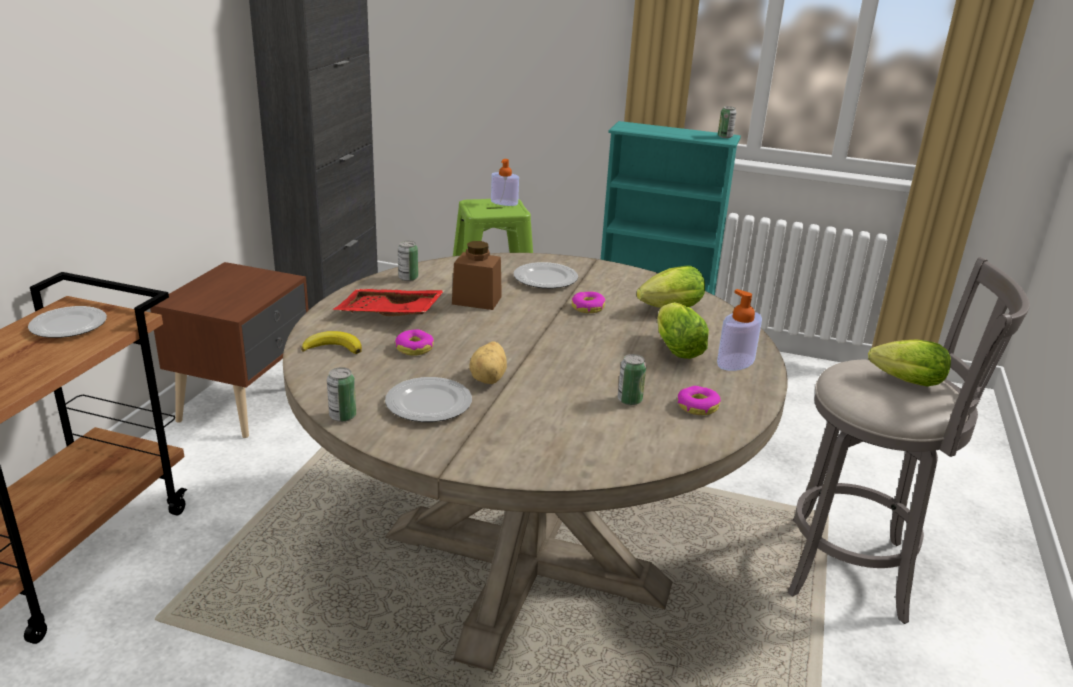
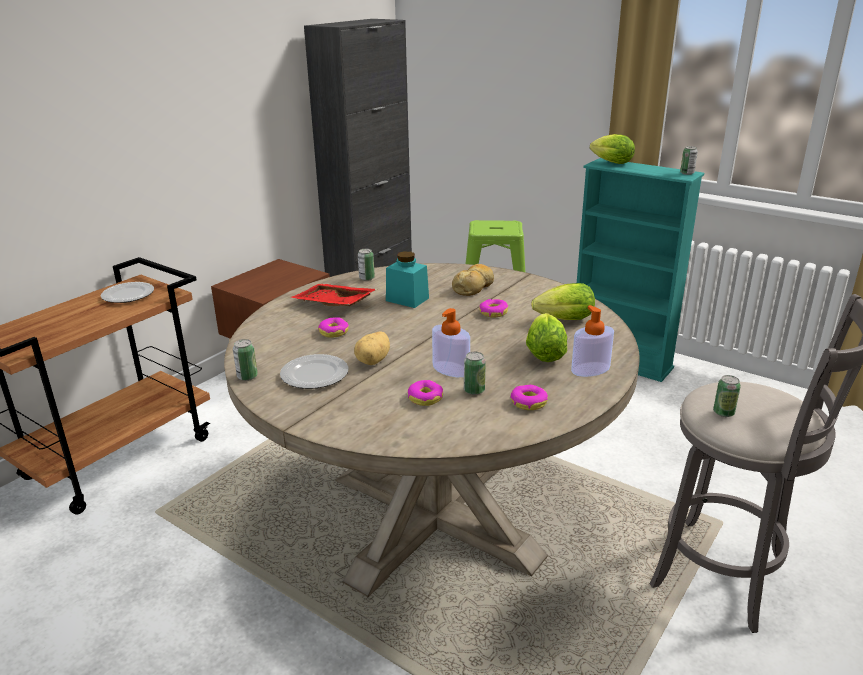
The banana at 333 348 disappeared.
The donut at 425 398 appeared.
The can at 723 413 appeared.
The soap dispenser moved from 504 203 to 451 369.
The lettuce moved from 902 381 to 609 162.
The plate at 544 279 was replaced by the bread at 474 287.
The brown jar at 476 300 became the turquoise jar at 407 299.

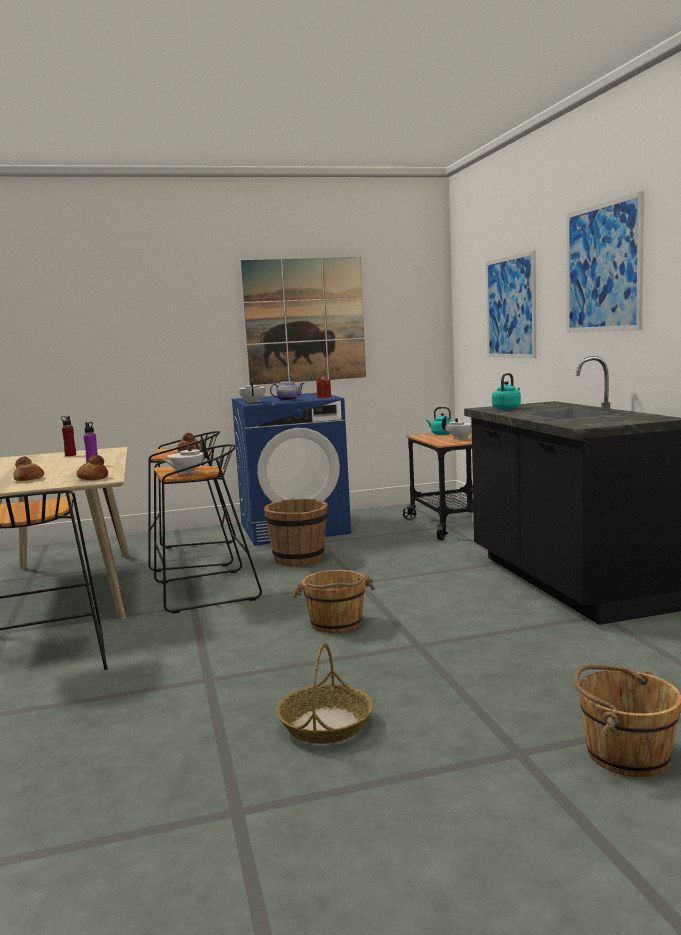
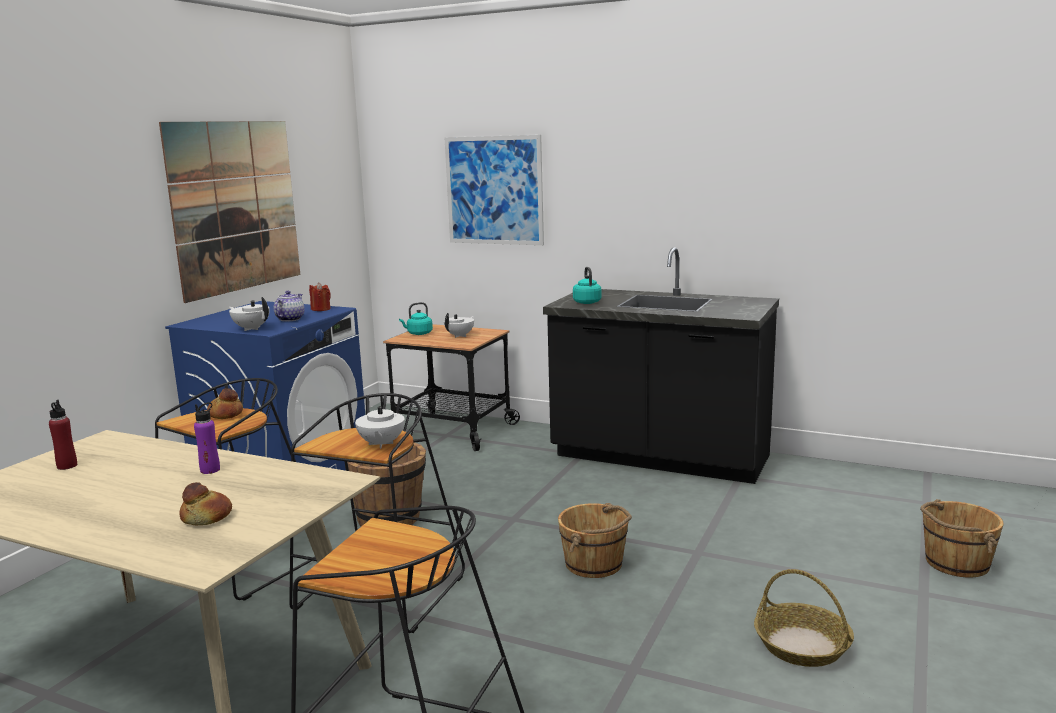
The bread at 93 478 disappeared.
The picture at 603 268 disappeared.

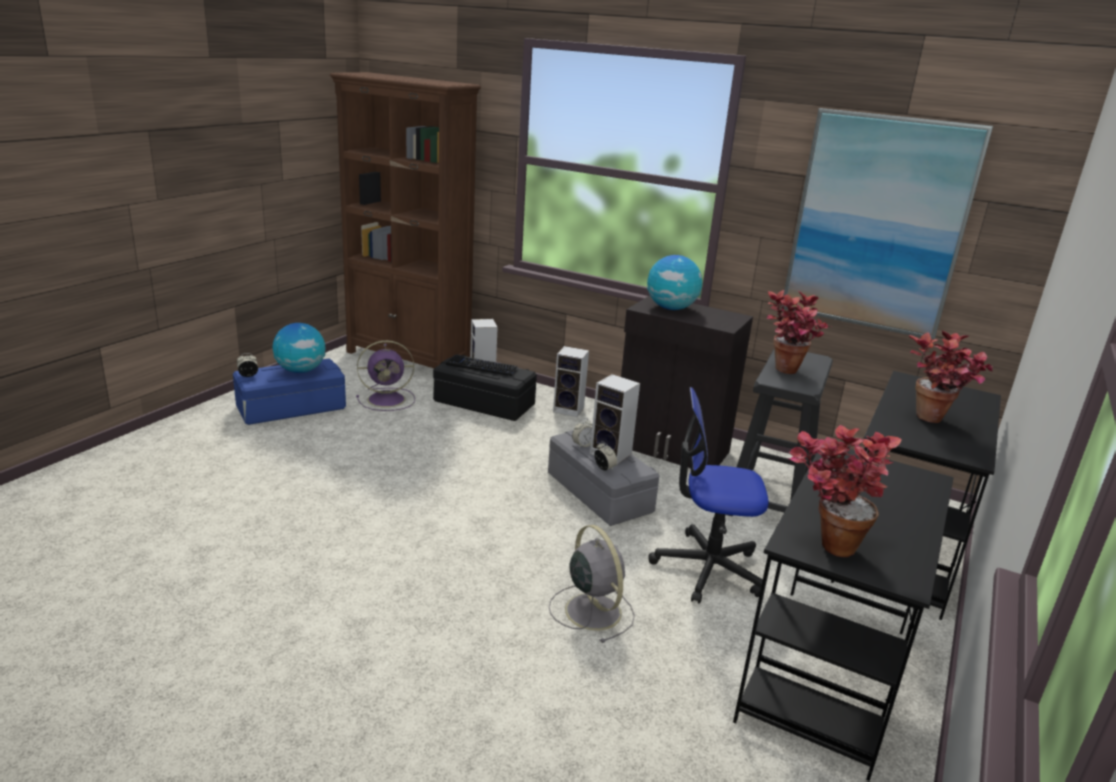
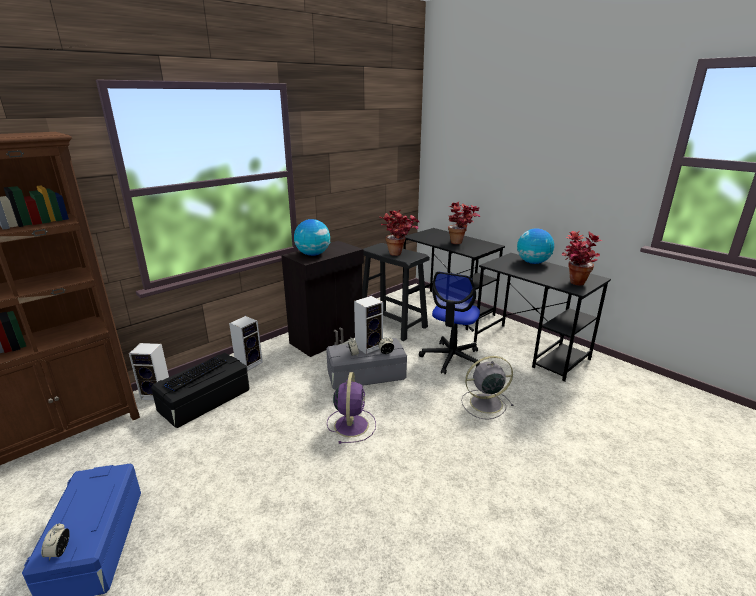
The picture at 878 224 disappeared.
The globe moved from 300 371 to 532 262.
The purple fan moved from 388 399 to 351 424.

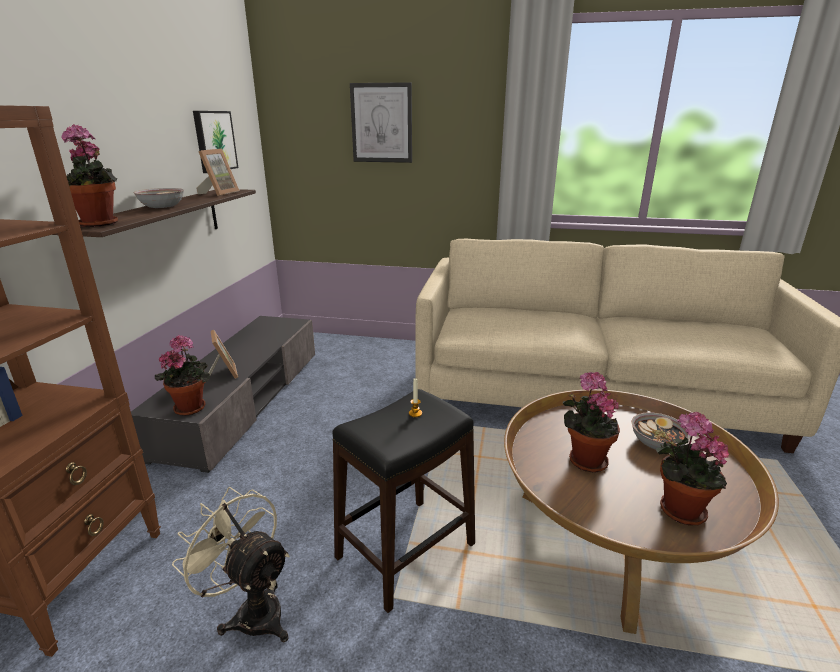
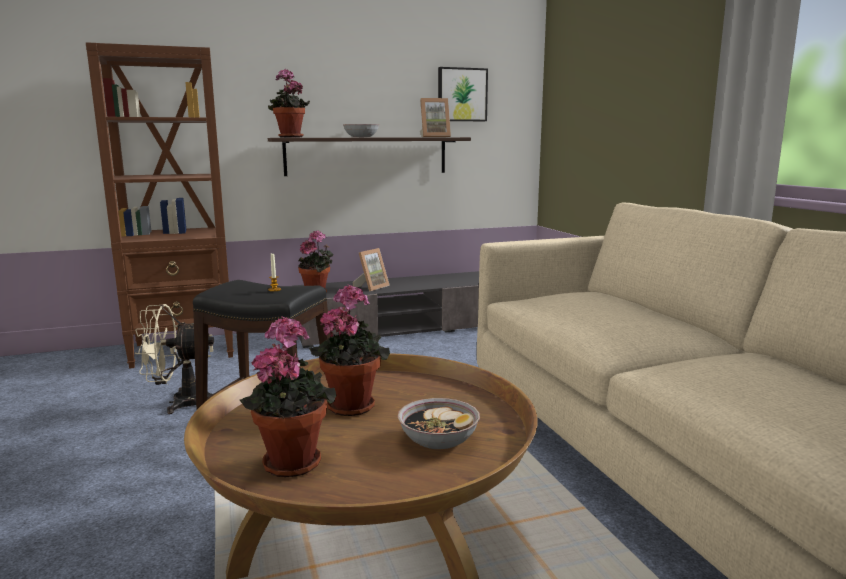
The picture at 381 123 disappeared.
The beige fan at 252 611 turned 105 degrees counterclockwise.

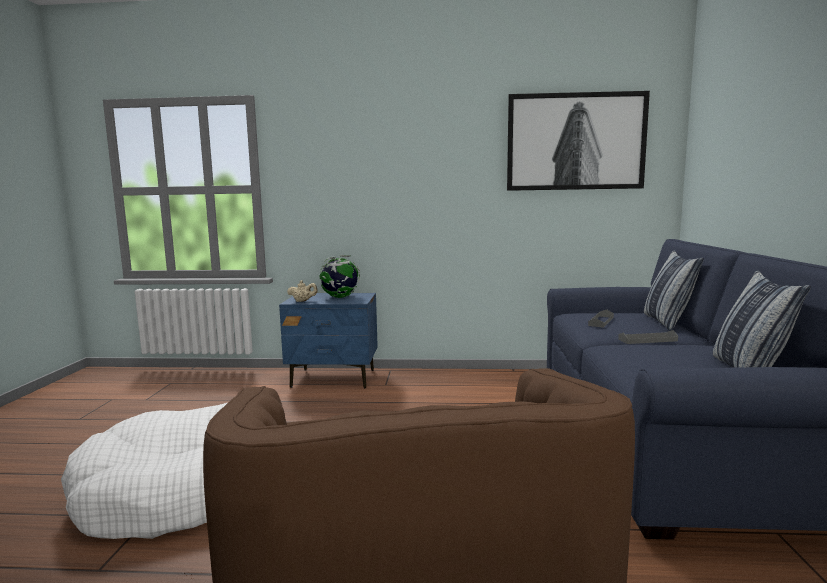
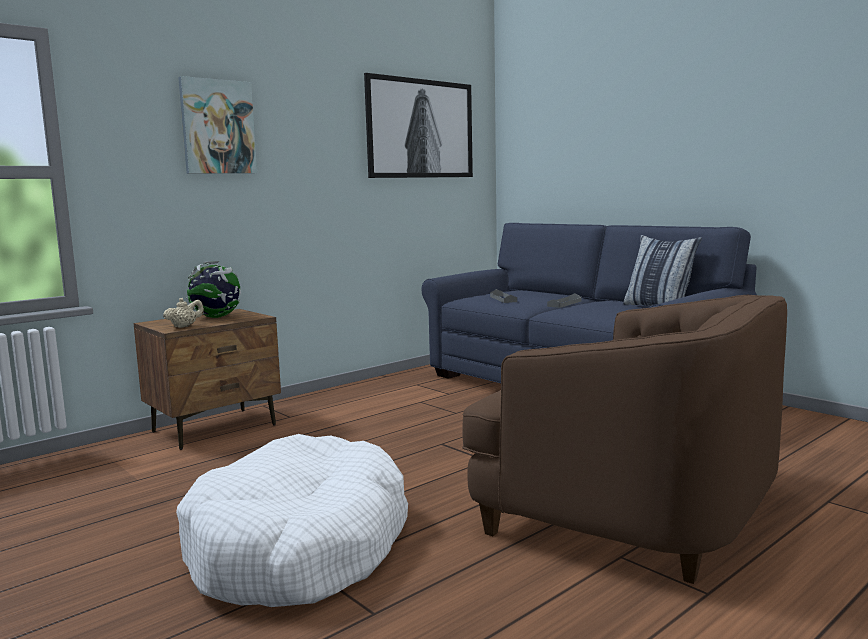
The pillow at 667 322 disappeared.
The picture at 218 127 appeared.
The blue nightstand at 334 378 became the brown nightstand at 215 428.

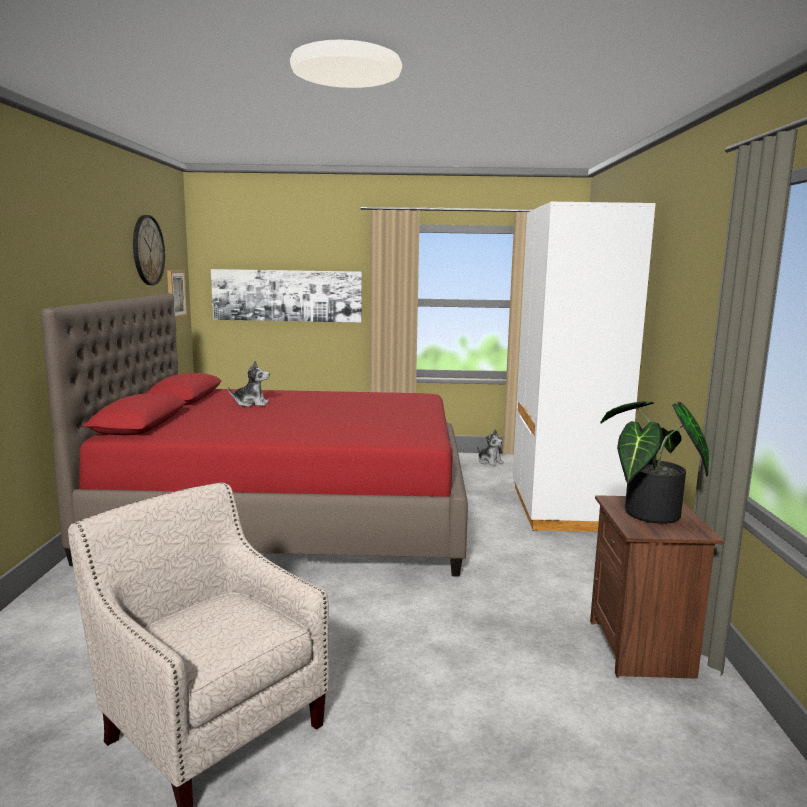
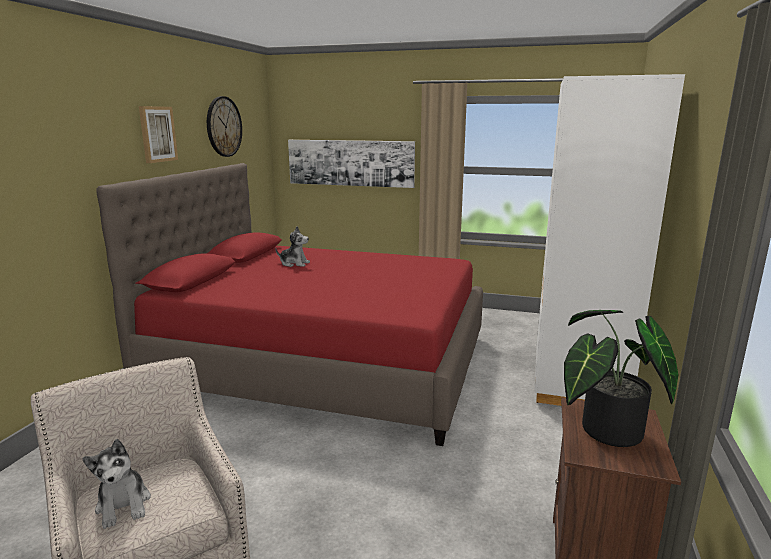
The picture moved from 175 294 to 157 134.
The plush toy moved from 489 462 to 124 505.

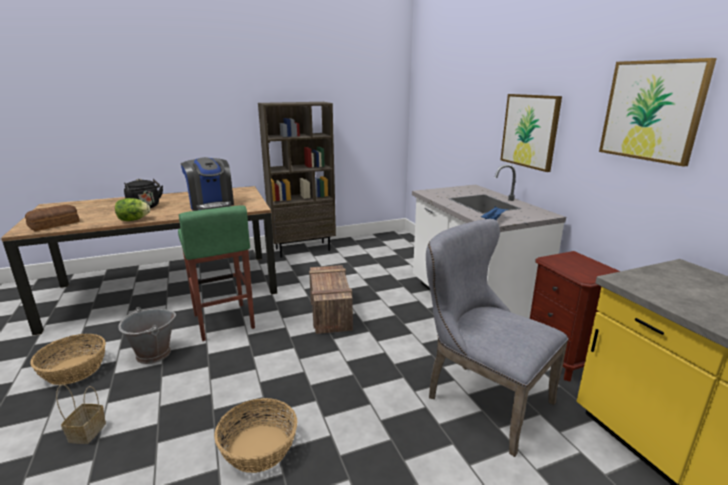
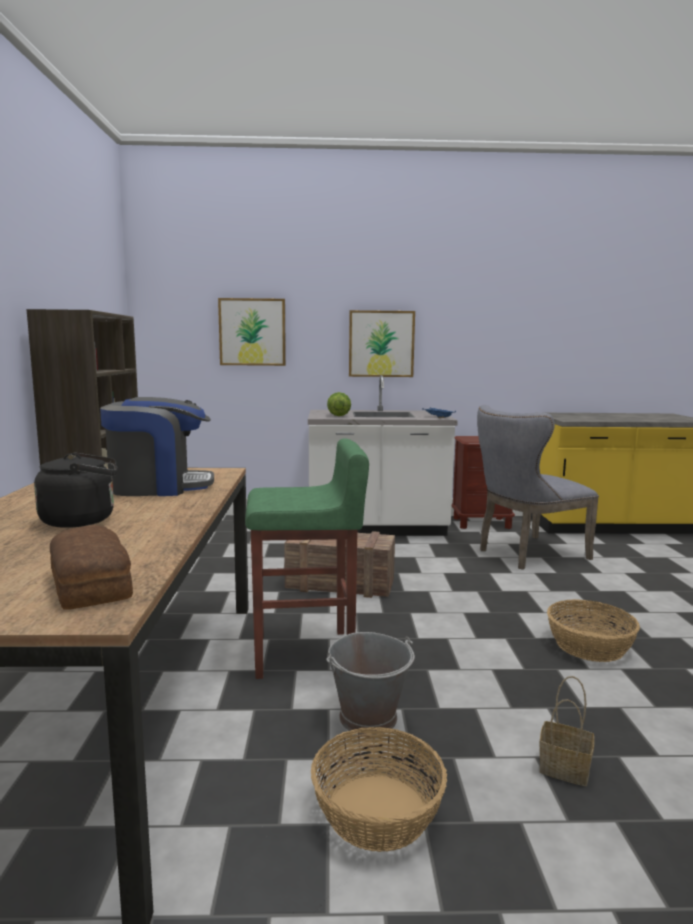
The lettuce moved from 133 220 to 339 415.
The picture moved from 652 111 to 252 332.

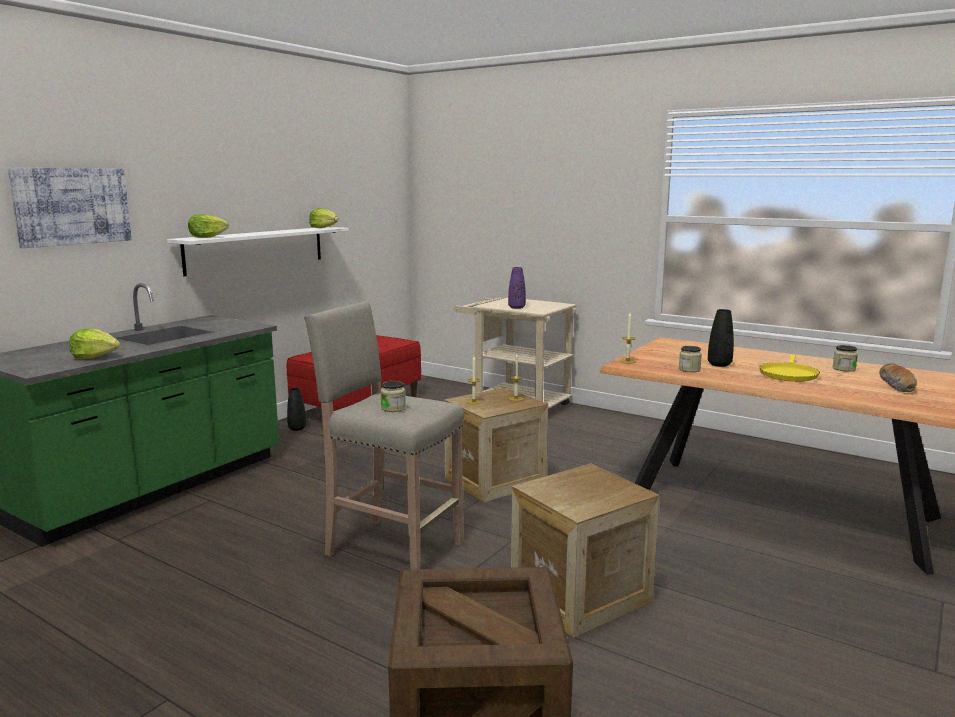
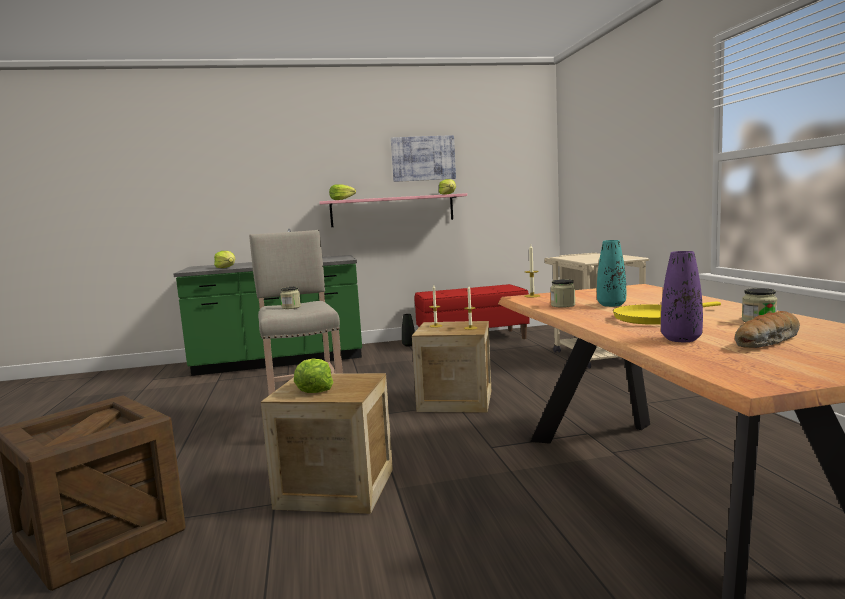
The lettuce at 314 389 appeared.
The picture moved from 72 206 to 423 158.
The purple vase moved from 516 307 to 681 339.
The white shelf at 256 249 became the pink shelf at 392 210.
The black vase at 719 364 became the turquoise vase at 611 305.

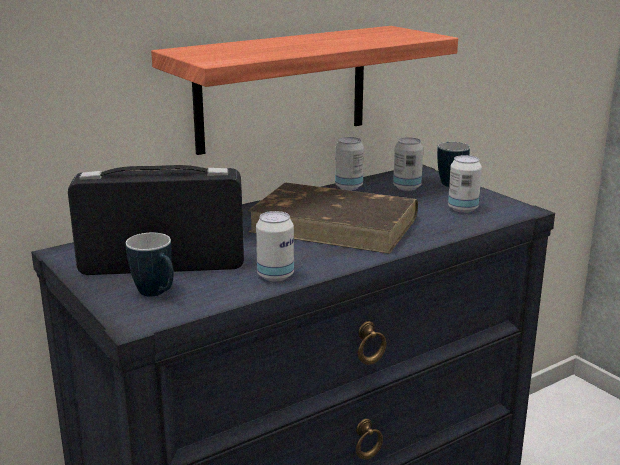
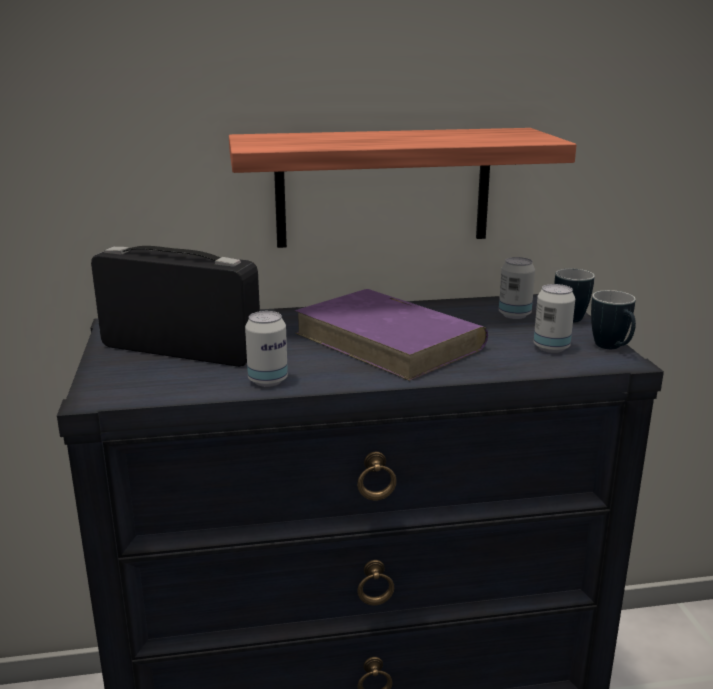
The can at 348 187 disappeared.
The mug moved from 157 294 to 612 348.
The brown book at 336 224 became the purple book at 390 341.

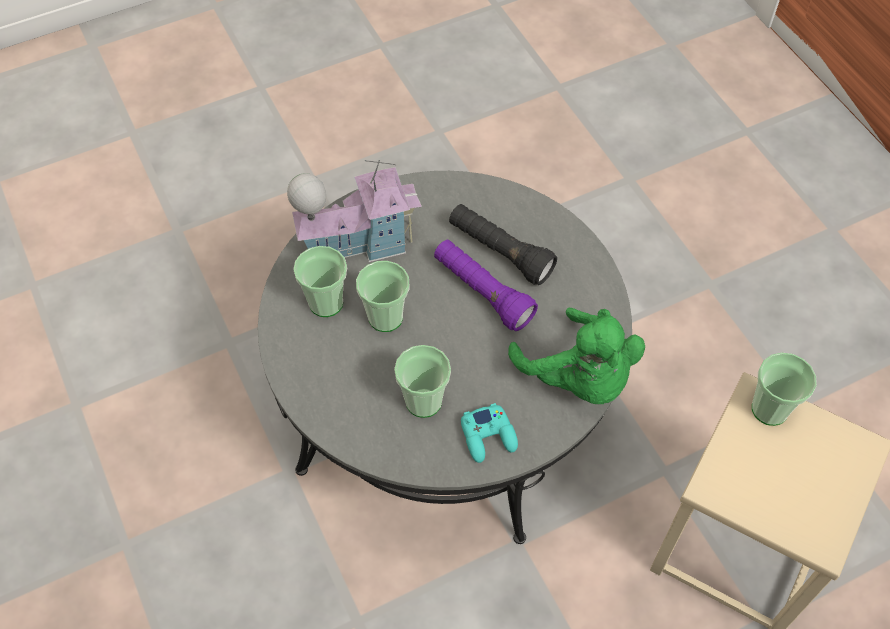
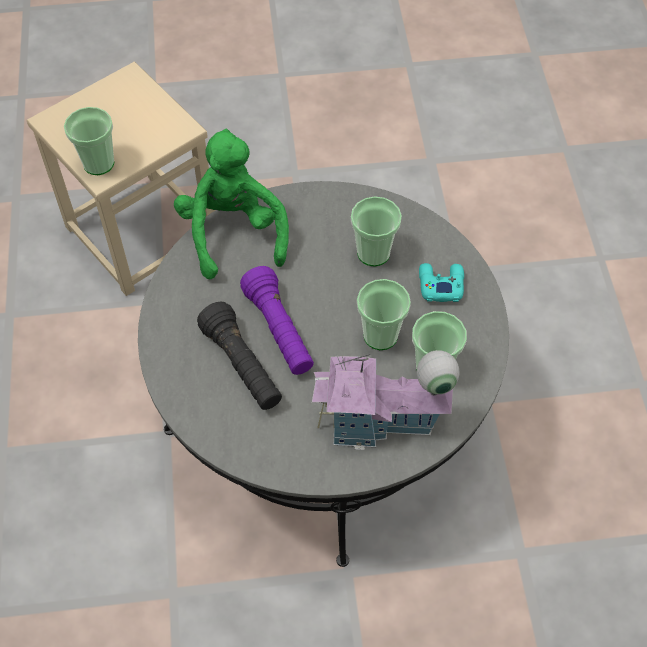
The turquoise game controller moved from 488 436 to 440 284.

